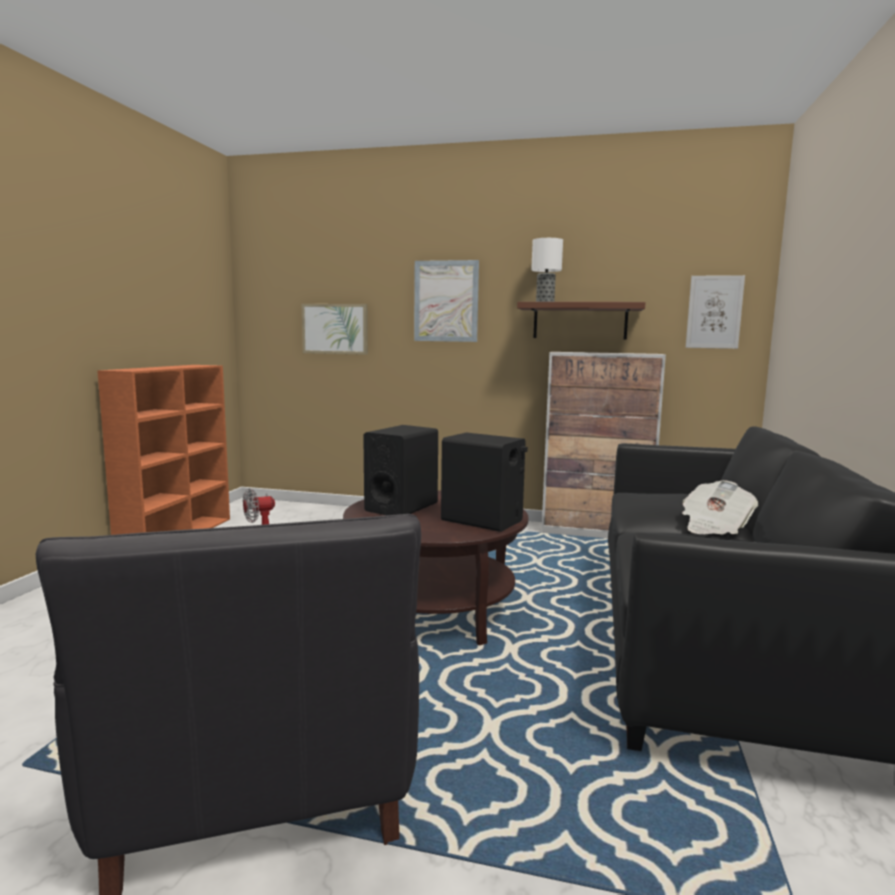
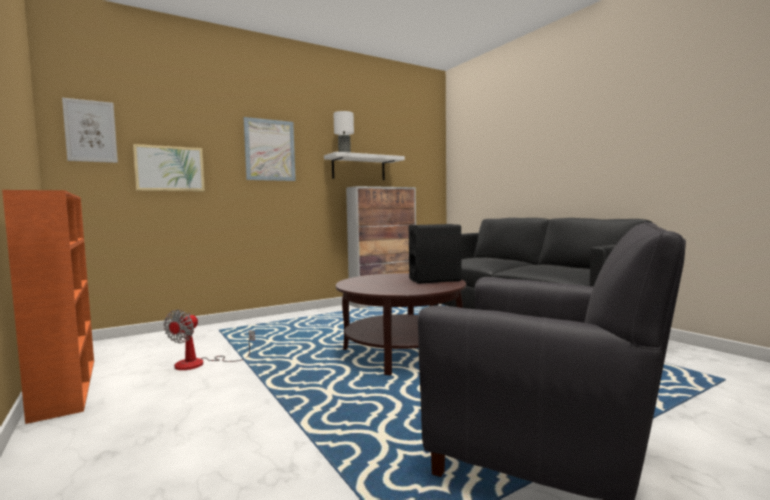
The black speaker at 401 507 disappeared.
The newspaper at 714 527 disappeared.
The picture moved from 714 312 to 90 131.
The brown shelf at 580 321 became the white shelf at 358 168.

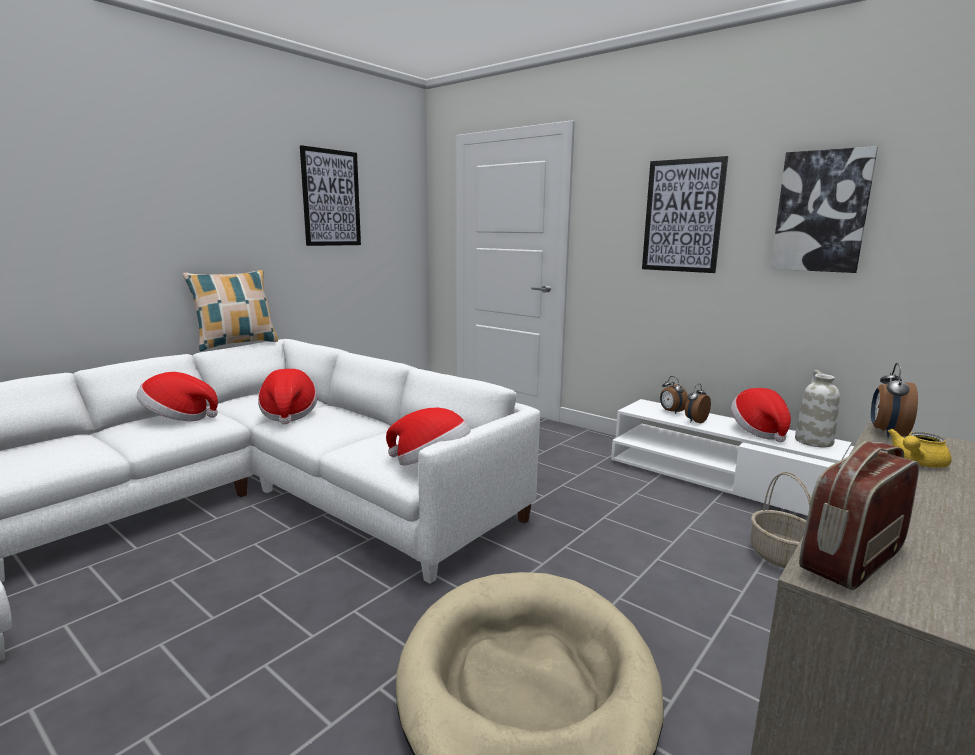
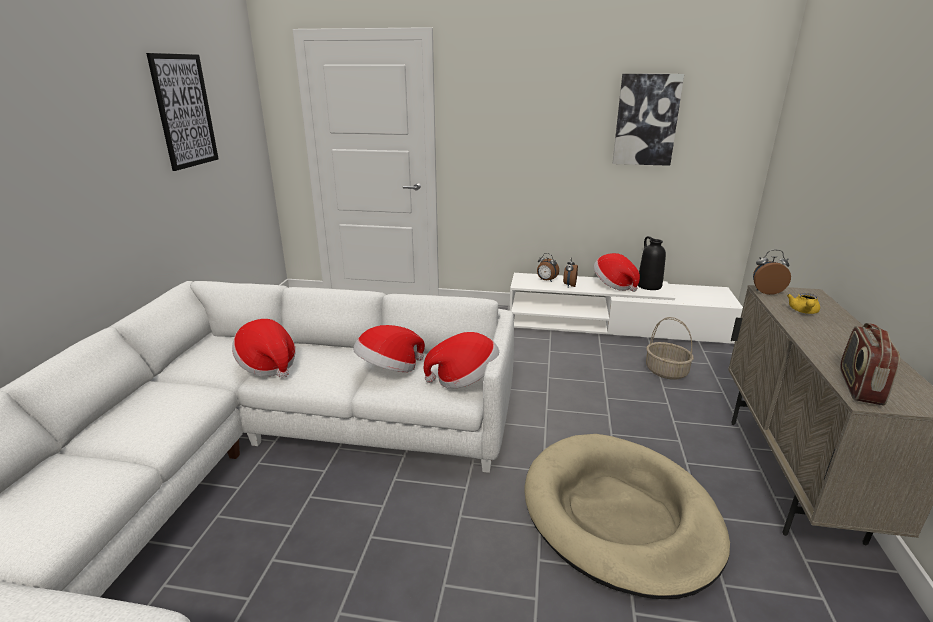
The pillow at 236 344 disappeared.
The picture at 683 216 disappeared.
The hat moved from 178 418 to 389 370.
The white vase at 813 441 became the black vase at 648 286.
The alarm clock at 887 433 turned 105 degrees clockwise.

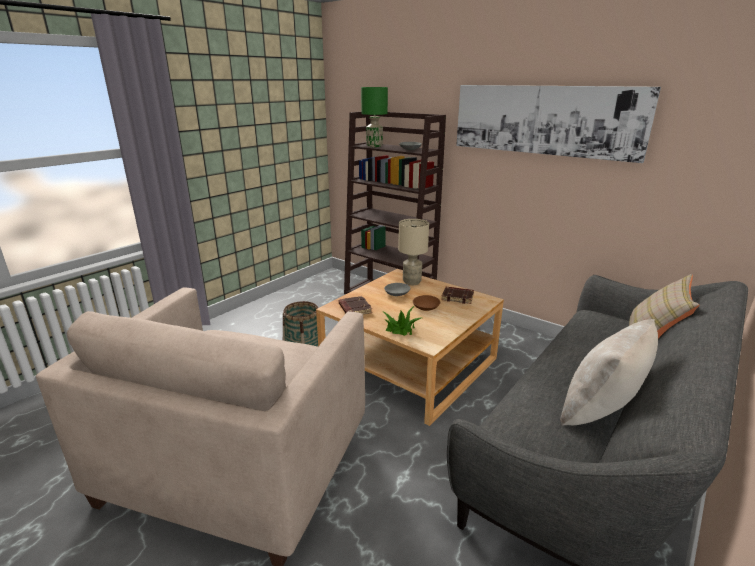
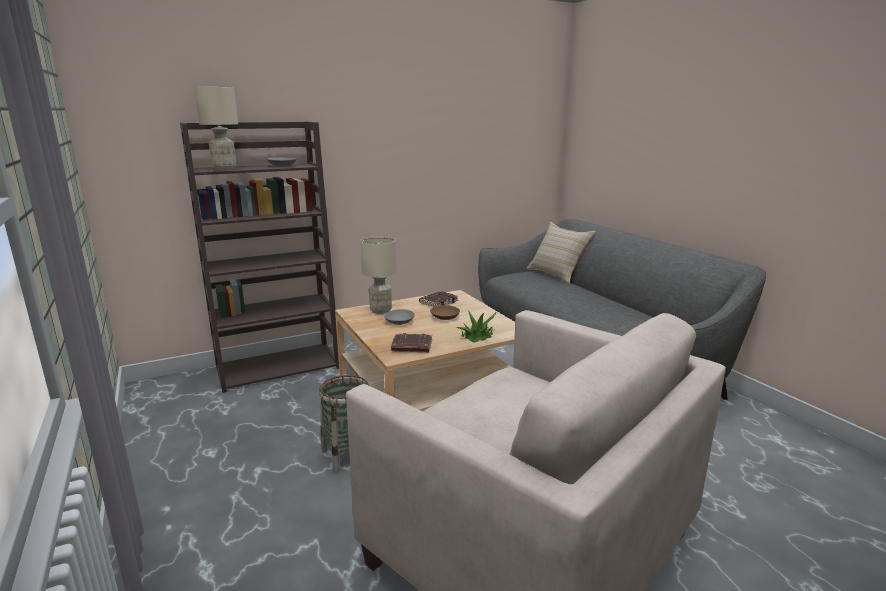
The picture at 545 120 disappeared.
The beige pillow at 601 411 disappeared.
The green table lamp at 374 146 became the beige table lamp at 224 169.

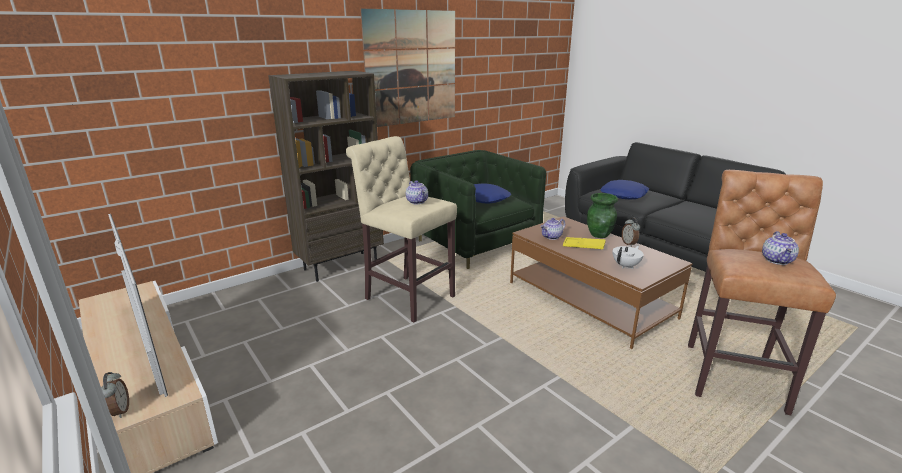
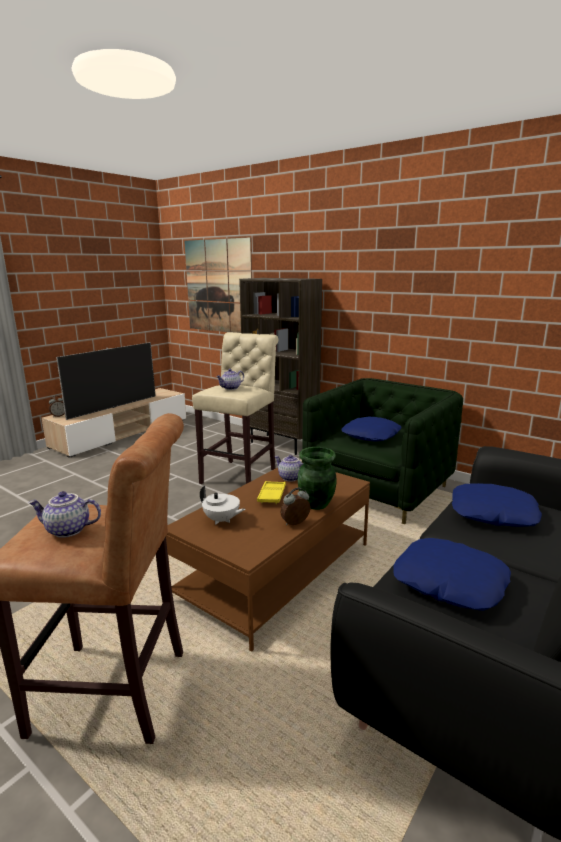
The blue pillow at 449 582 appeared.
The picture moved from 411 68 to 218 286.

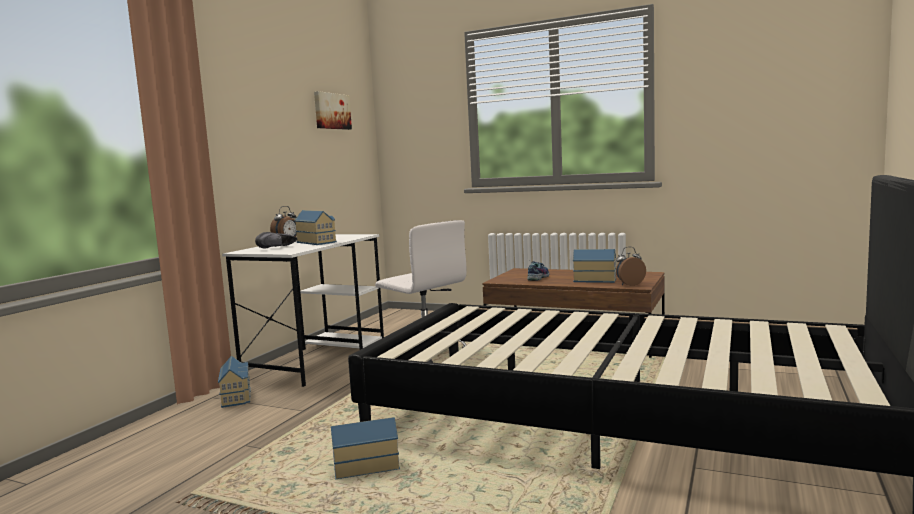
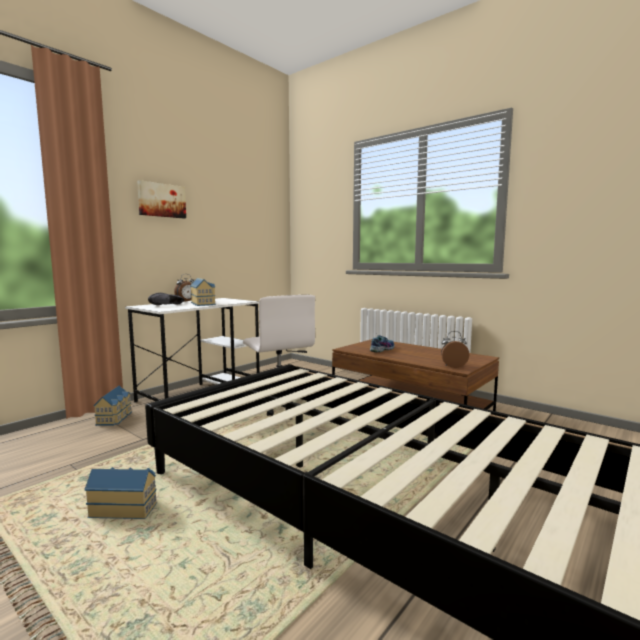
The toy house at 594 280 disappeared.
The picture moved from 331 111 to 161 200.

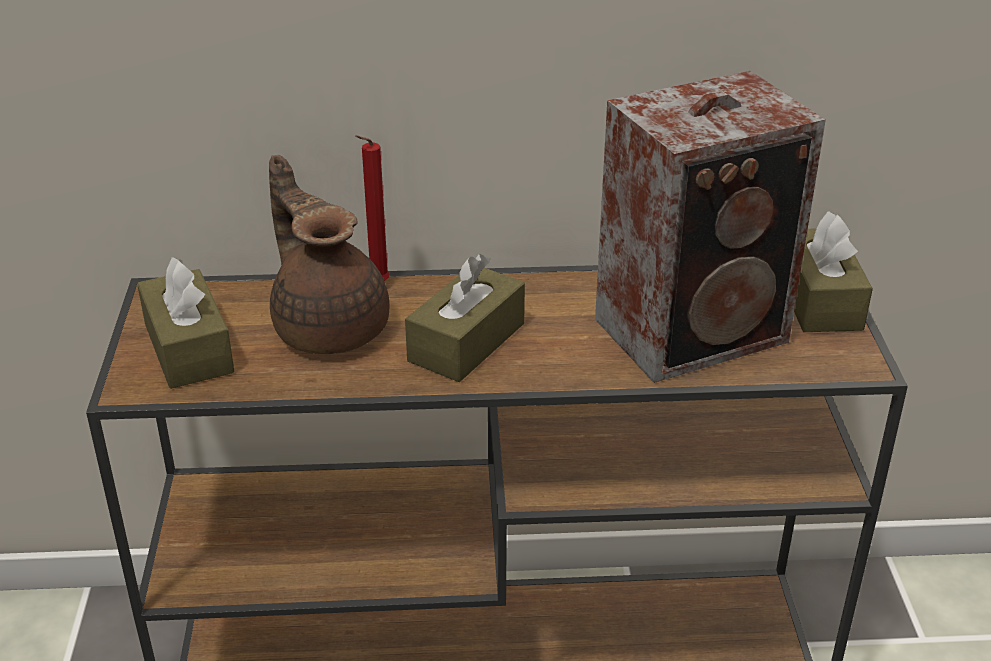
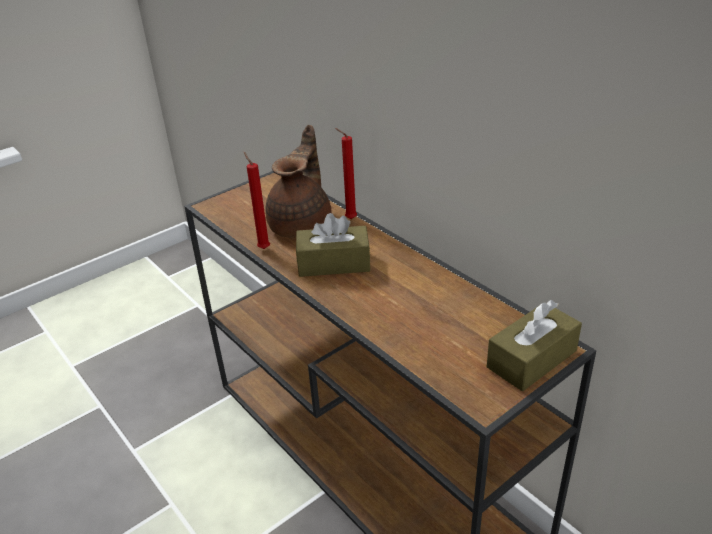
The brown tissue box at 188 348 disappeared.
The speaker at 697 330 disappeared.
The red candle at 263 248 appeared.

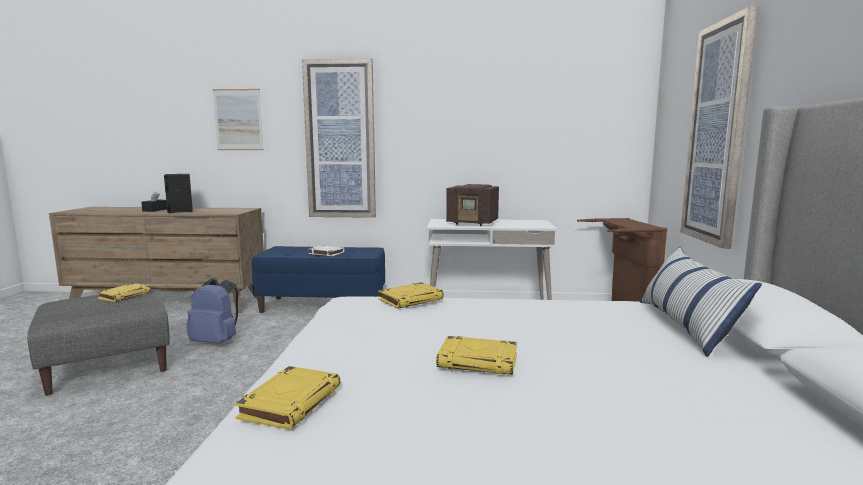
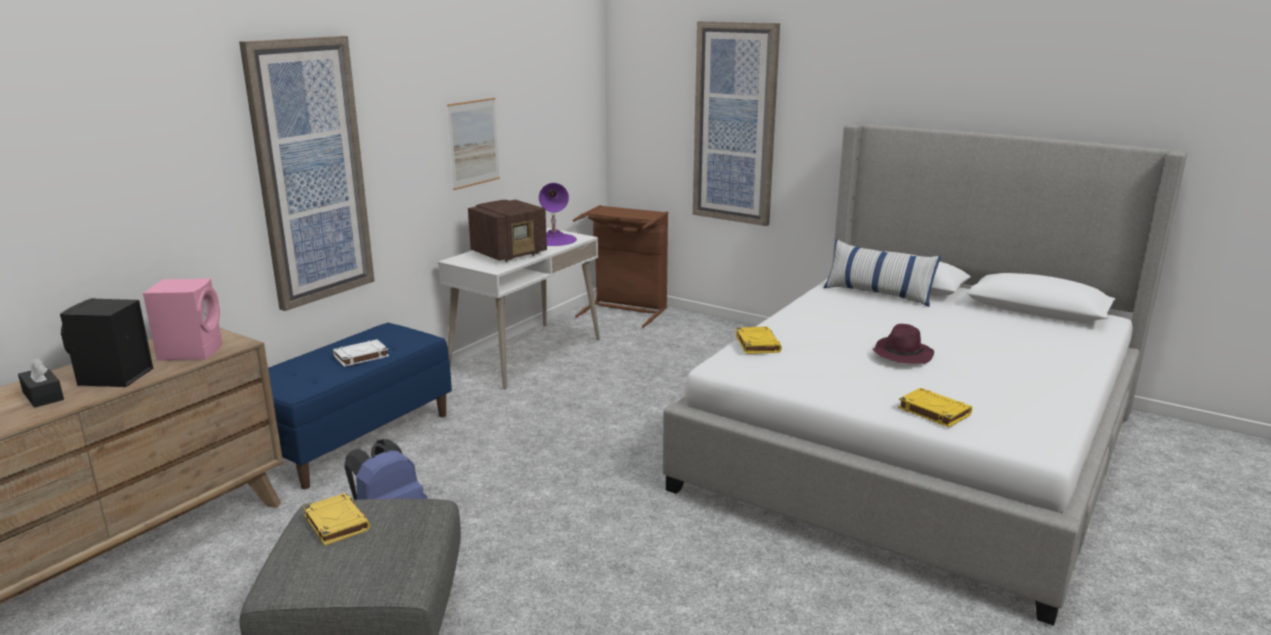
The pink speaker at 192 351 appeared.
The purple table lamp at 554 239 appeared.
The picture moved from 238 120 to 474 143.
The yellow book at 479 361 was replaced by the purple hat at 902 354.

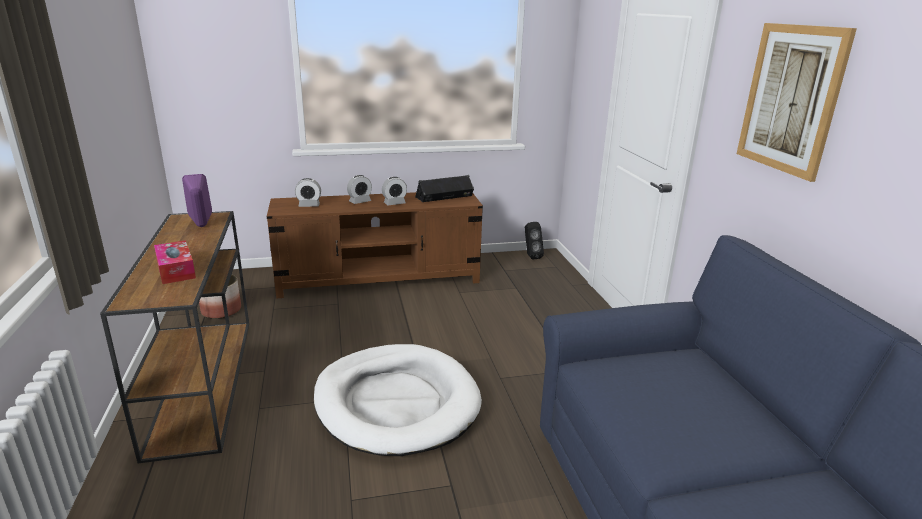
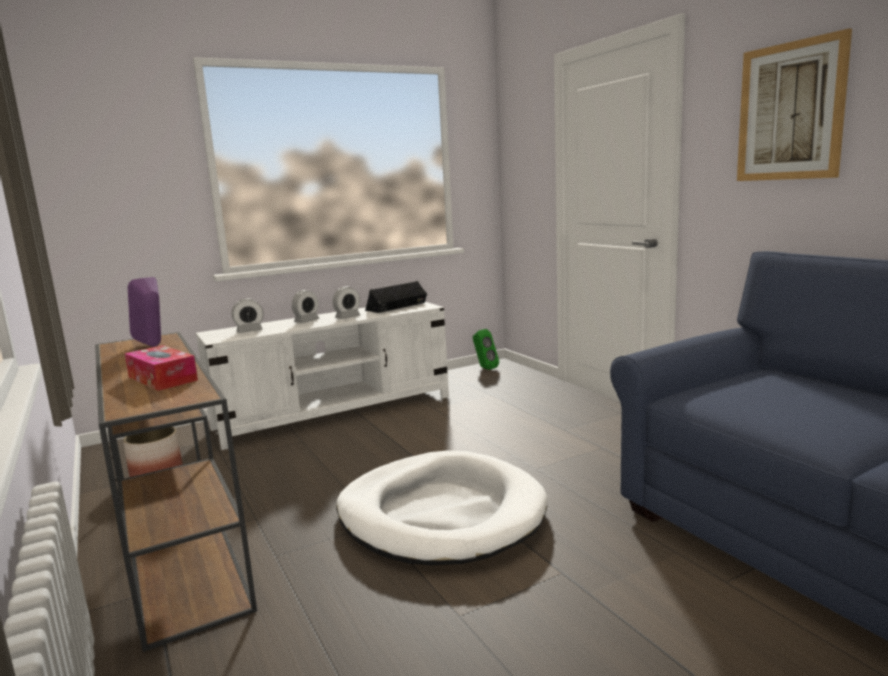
The brown tv stand at 380 279 became the white tv stand at 335 412.
The black speaker at 531 256 became the green speaker at 484 368.

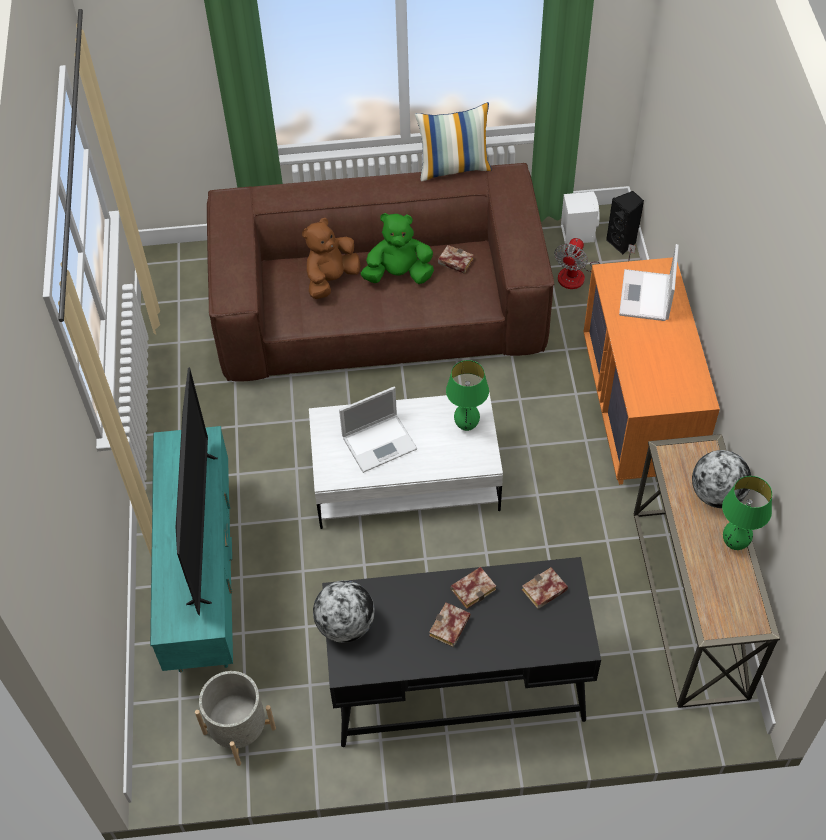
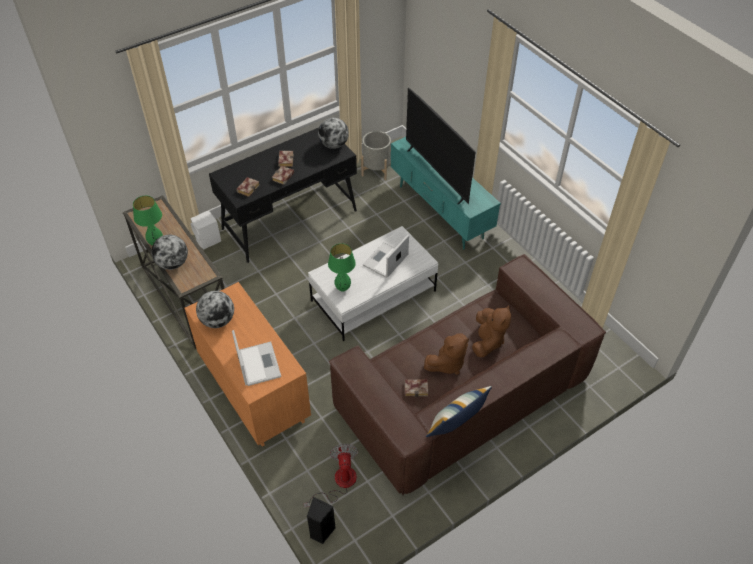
The globe at 218 320 appeared.
The white speaker moved from 577 232 to 208 241.
The green plush toy at 398 274 became the brown plush toy at 447 363.

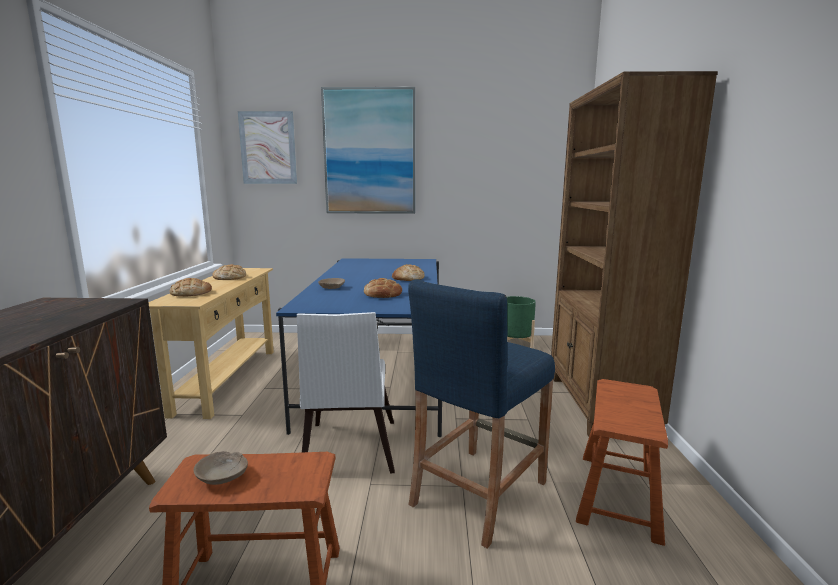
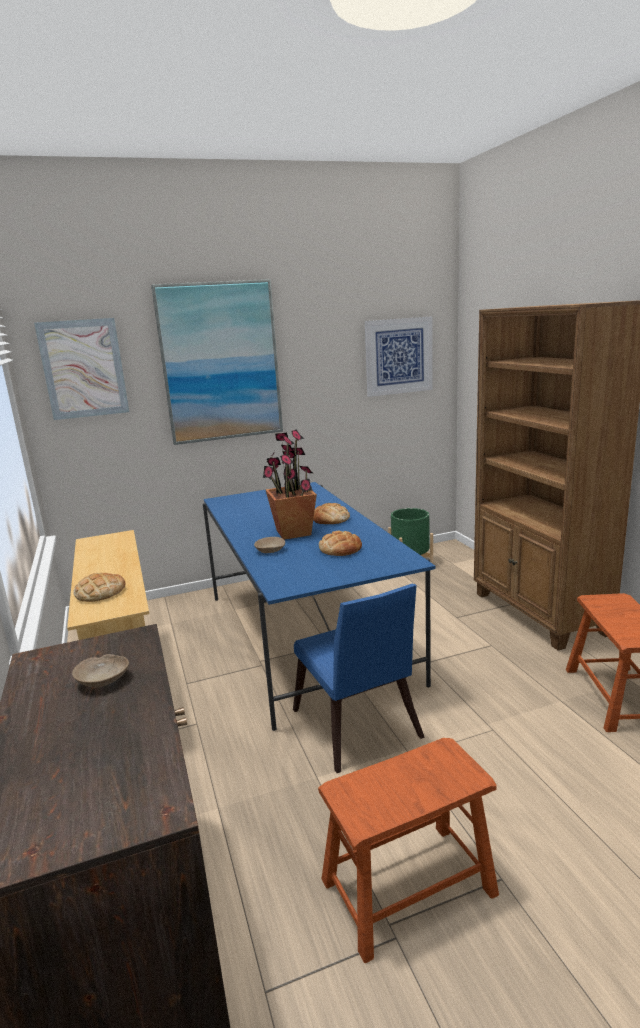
The bread at 230 277 disappeared.
The blue stool at 478 492 disappeared.
The potted plant at 293 533 appeared.
The picture at 398 356 appeared.
The beige bowl moved from 223 476 to 103 679.
The white chair at 348 452 became the blue chair at 358 730.

